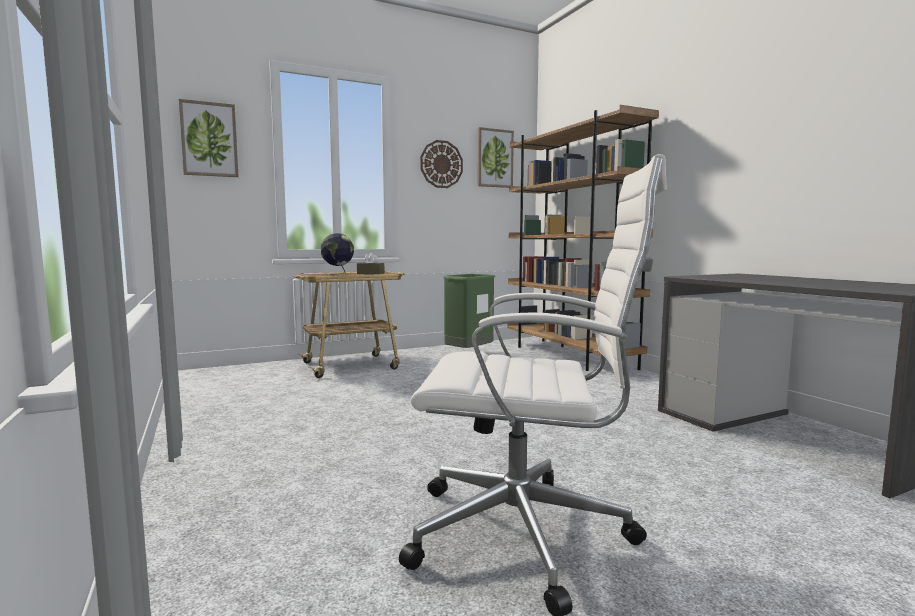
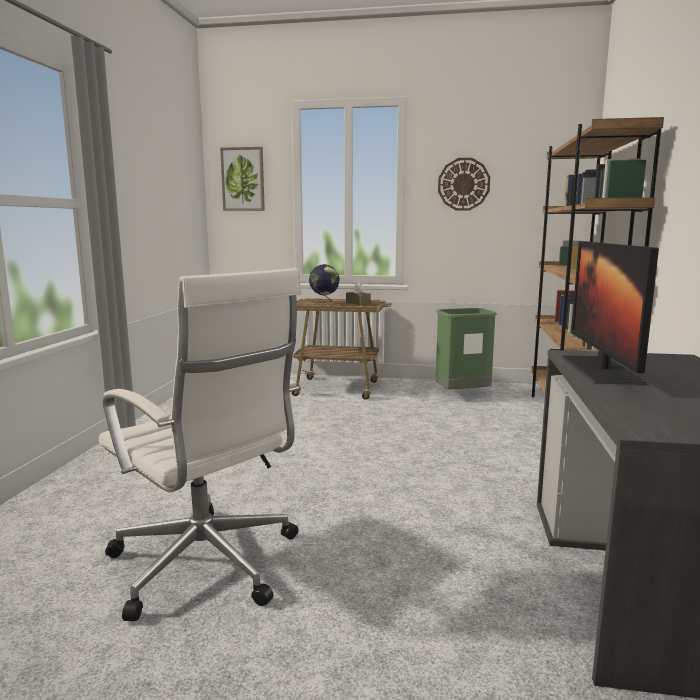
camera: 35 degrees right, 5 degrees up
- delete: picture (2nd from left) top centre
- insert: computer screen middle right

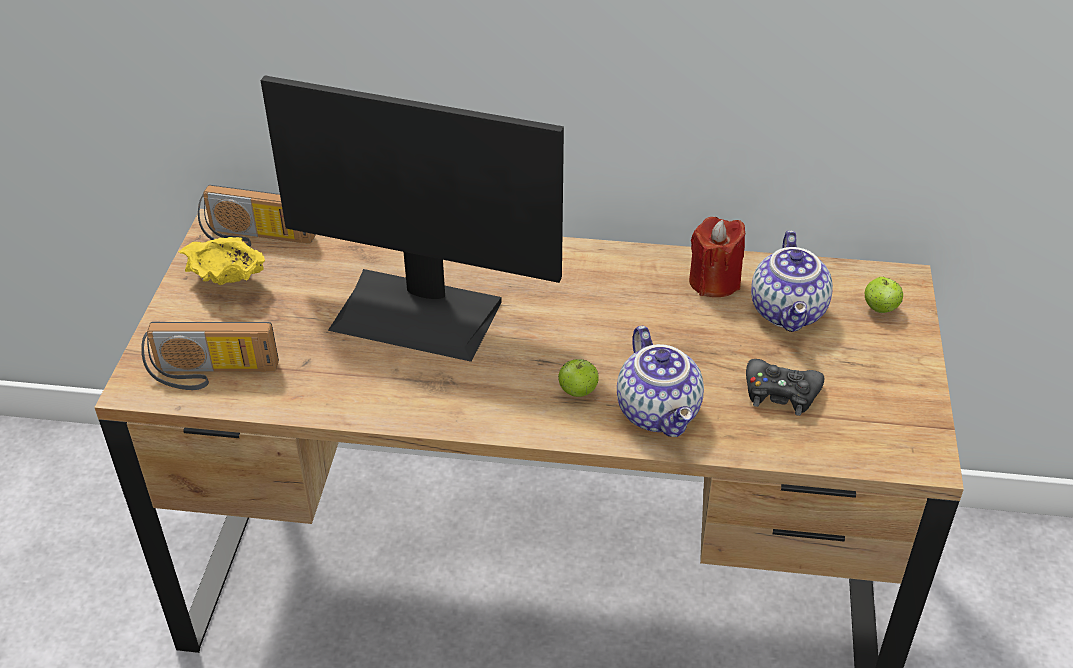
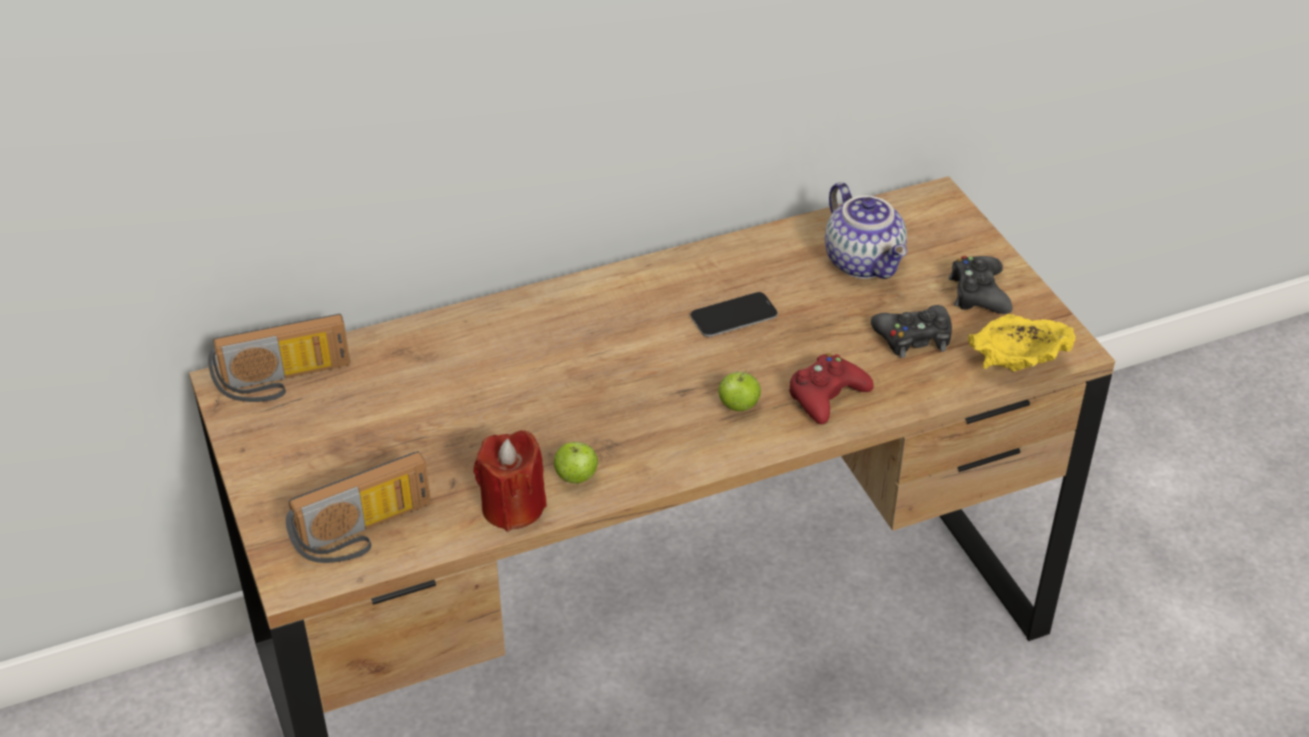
camera: 30 degrees left, 0 degrees up
- delete: computer screen top centre
- move: reddish wax candle middle right to centre
- move: yellow serving bowl middle left to middle right
- move: apple fruit (2nd from left in the first image) middle right to apple fruit (1st from left) centre
- replace: tea pot (1st from left) centre to reddish game controller centre
- insert: black game controller (2nd from left) middle right
- insert: phone centre

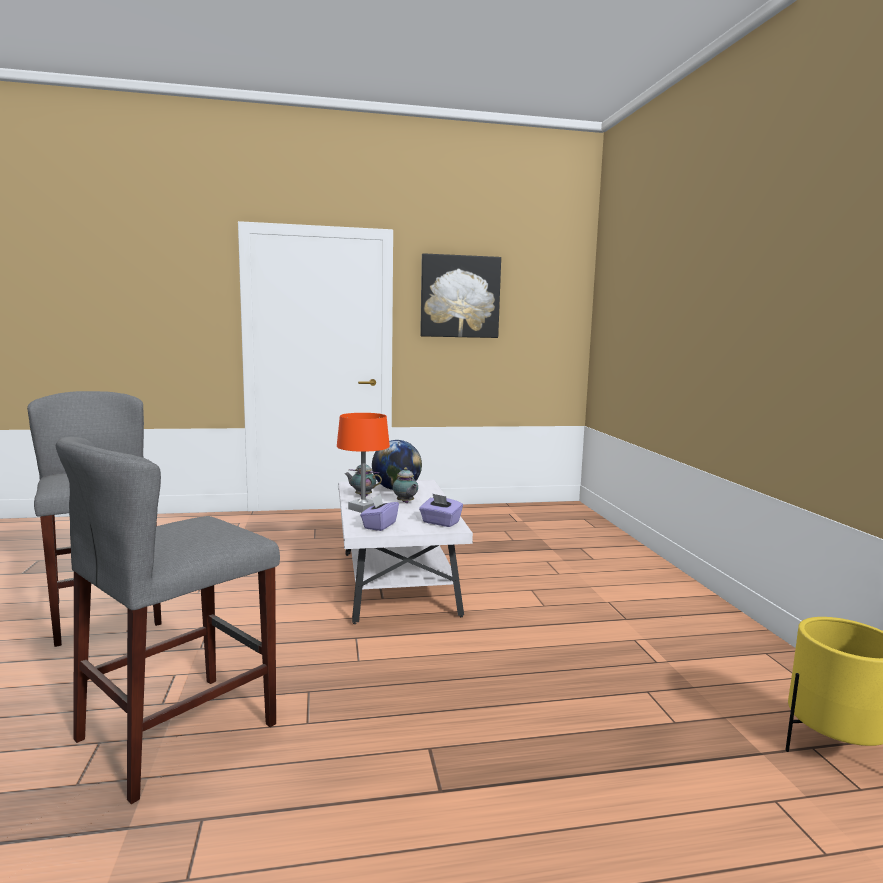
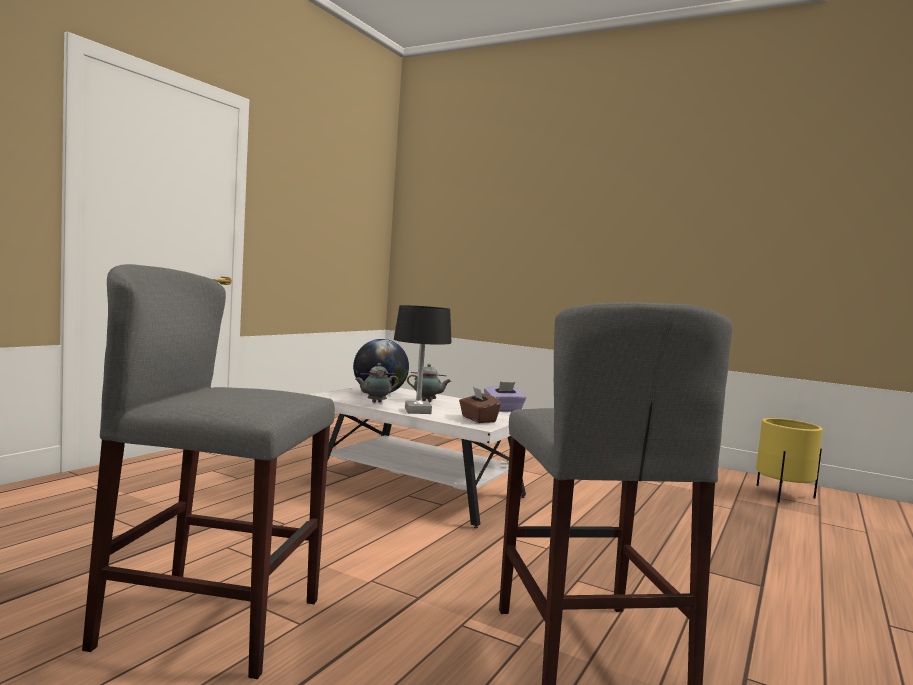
camera: 50 degrees left, 5 degrees down
- delete: picture centre
- recolor: orangey tabletop lamp centre to black tabletop lamp centre
- recolor: purple-coloured tissue holder (1st from left) centre to brown tissue holder centre

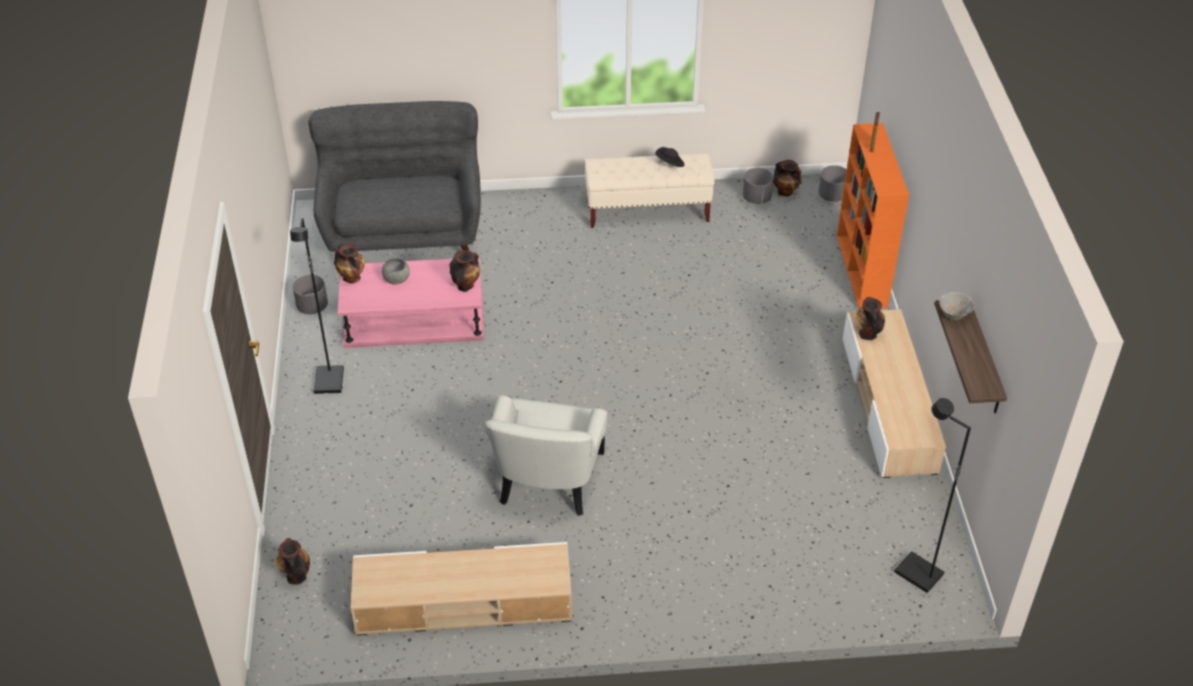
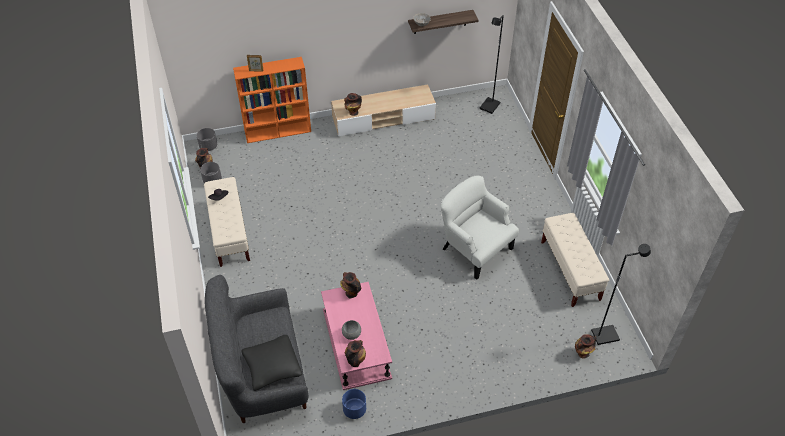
camera: 100 degrees left, 5 degrees up
- move: black standard lamp (1st from left in the first image) middle left to black standard lamp (2nd from left) bottom right
- recolor: grey plant pot (1st from left) middle left to blue plant pot bottom centre
- rotate: whitish armchair centre = centre 135 degrees counterclockwise
- replace: sand-coloured tv unit (1st from left) bottom centre to sand-coloured long seat (2nd from left) middle right
- insert: black cushion bottom centre

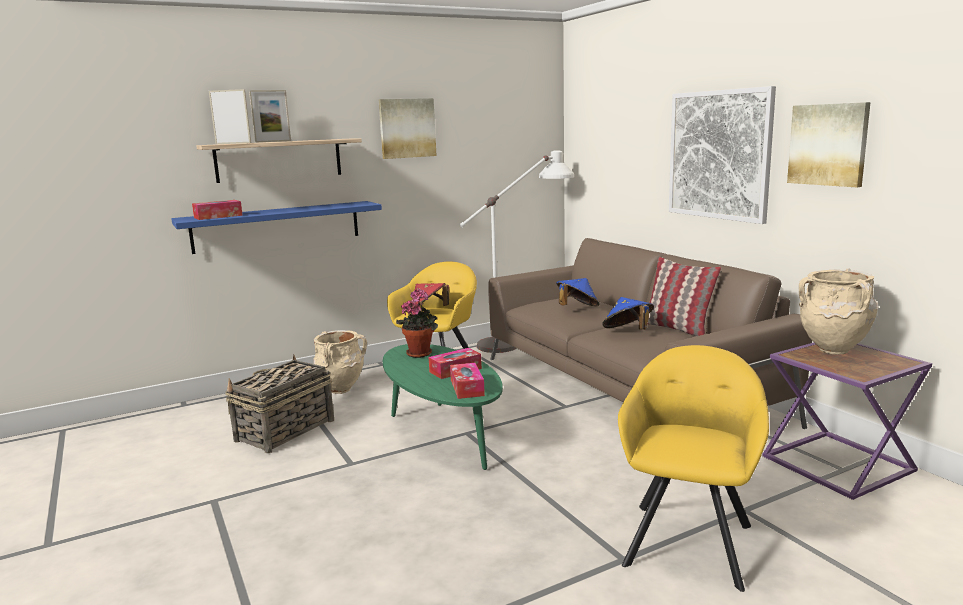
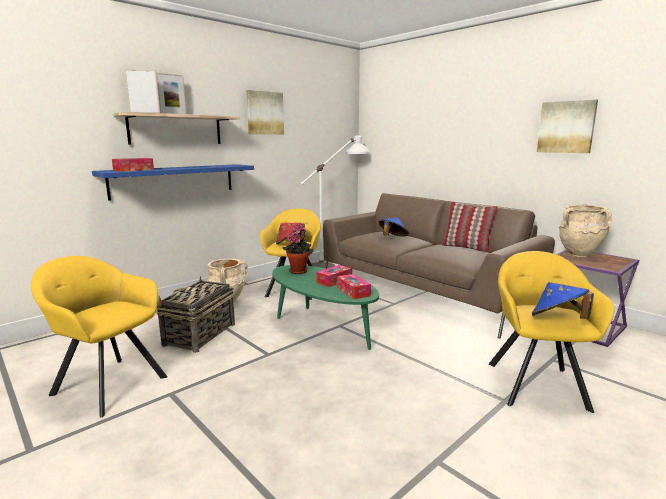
camera: 15 degrees left, 0 degrees up
- delete: picture (2nd from left) top right
- move: blue clothing hat (2nd from left) centre to middle right
- insert: yellow armchair (1st from left) bottom left

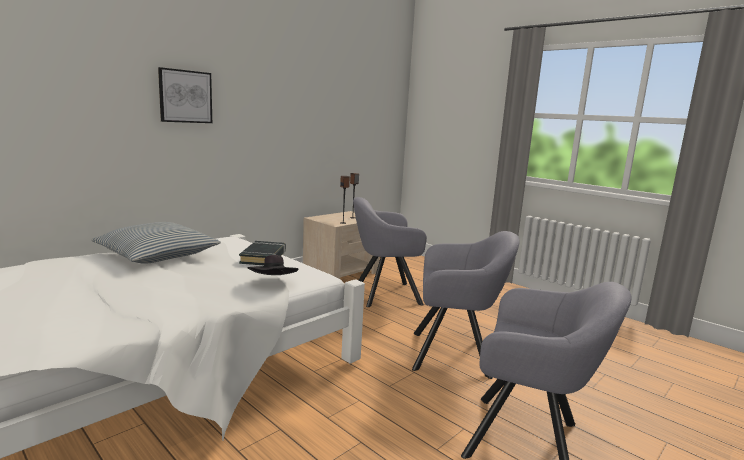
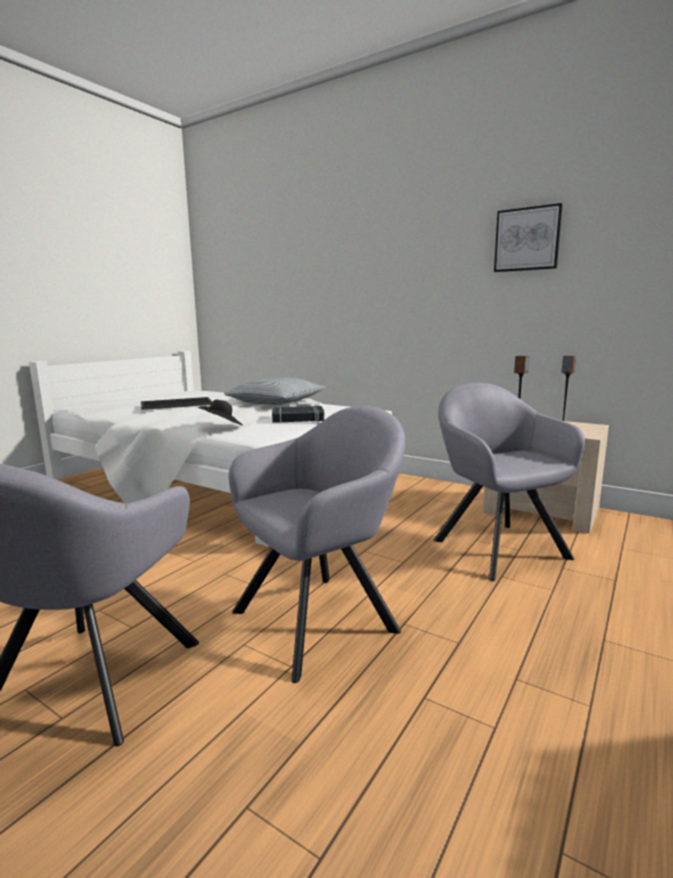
camera: 80 degrees right, 0 degrees up
- move: picture top left to top right
- rotate: grey armchair (2nd from left) centre = centre 120 degrees counterclockwise
- insert: serving tray middle left

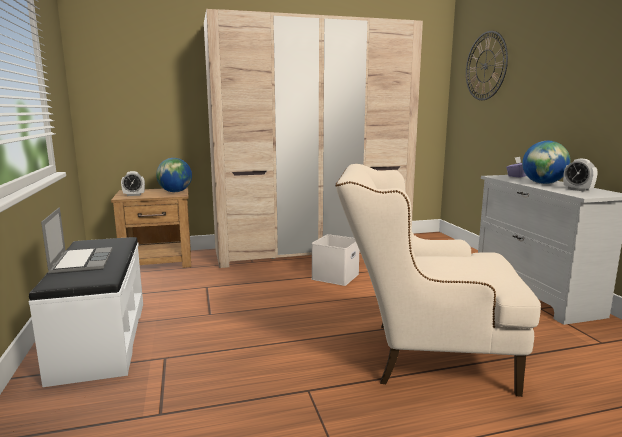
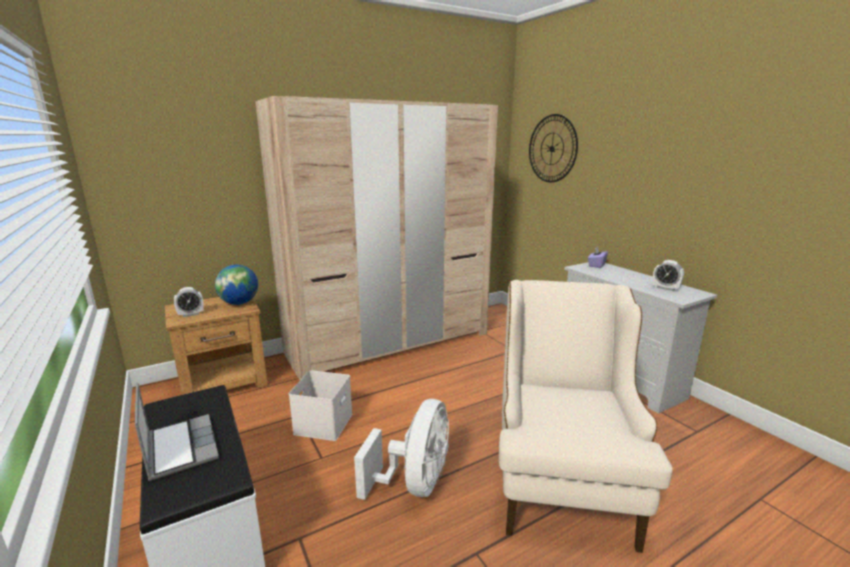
camera: 15 degrees left, 5 degrees up
- delete: desk globe (2nd from left) middle right
- rotate: sand-coloured armchair middle right = bottom right 105 degrees clockwise
- move: whitish storage container centre to bottom centre
- insert: whitish cooling fan bottom centre

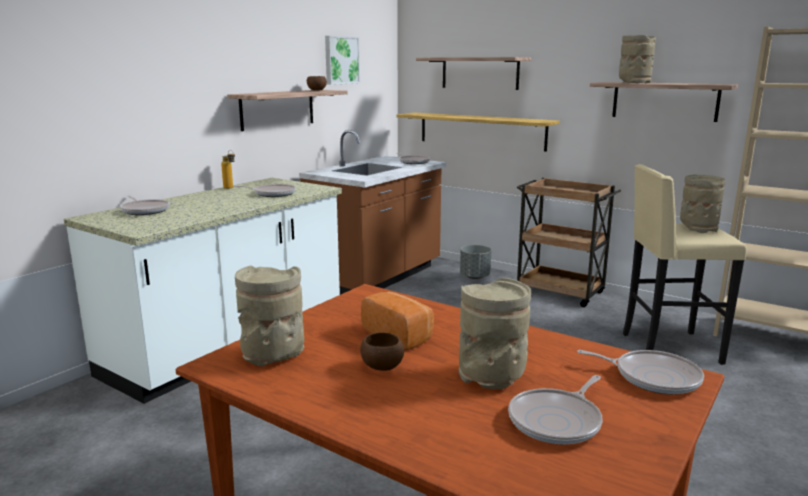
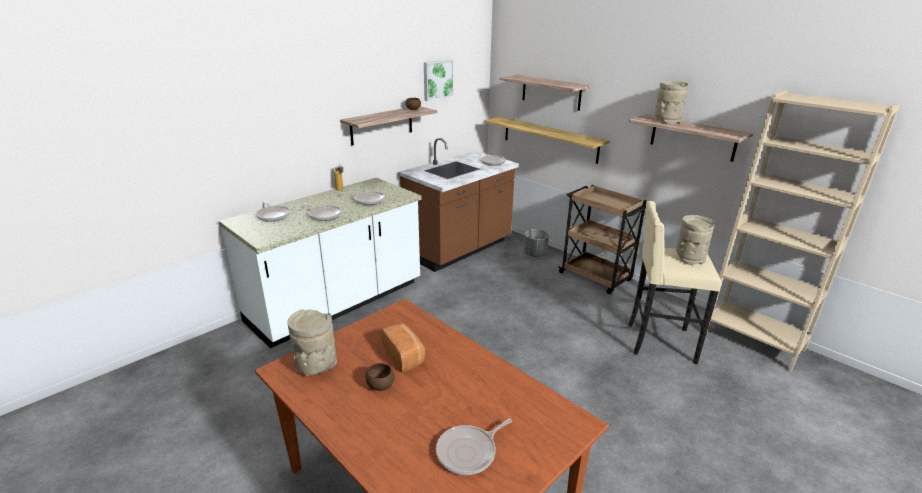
camera: 10 degrees right, 10 degrees up
- delete: sand-coloured flower vase (2nd from left) bottom centre
- move: skillet (5th from left in the first image) bottom right to skillet (2nd from left) centre

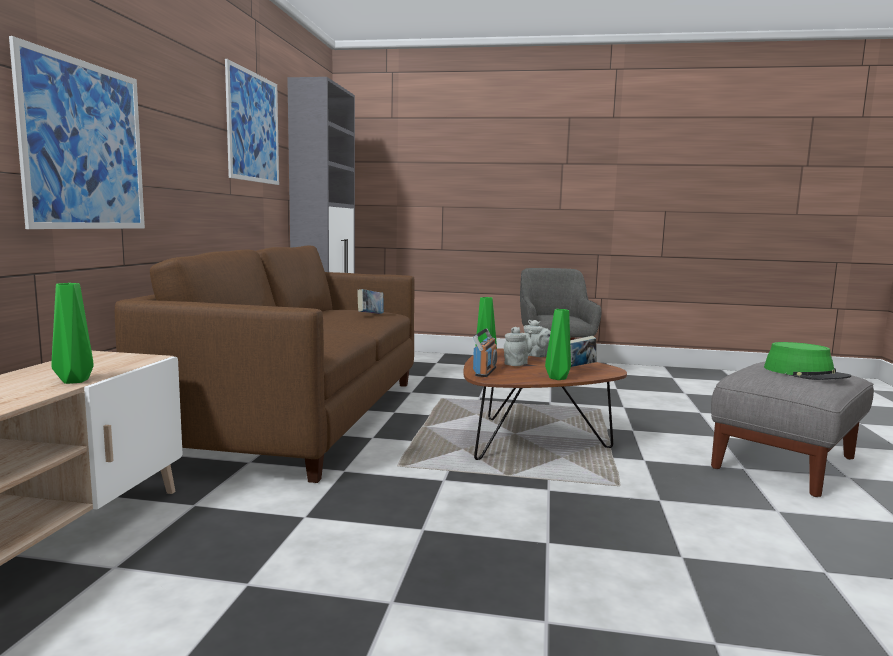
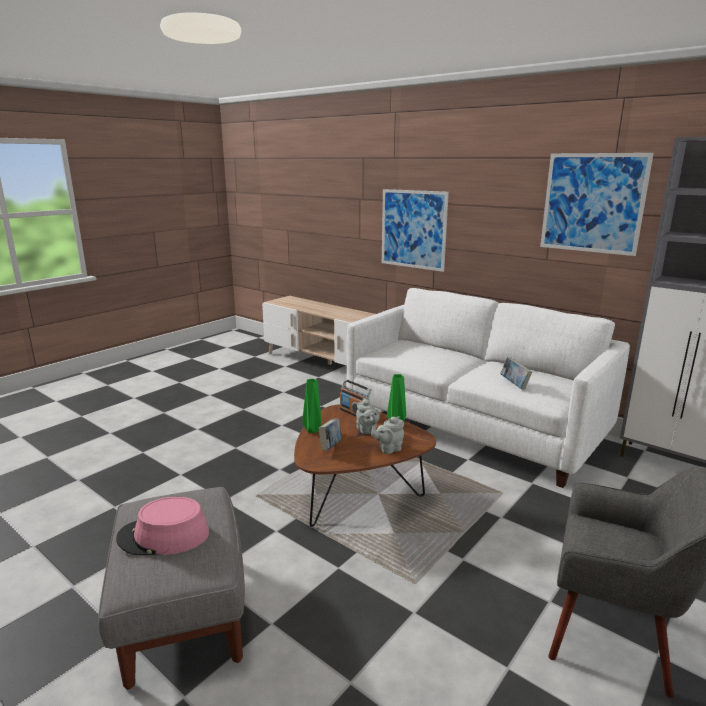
camera: 120 degrees right, 10 degrees up
- recolor: brown couch middle left to whitish couch middle right
- delete: green flower vase (1st from left) middle left
- recolor: green clothing hat middle right to pink-coloured clothing hat bottom left

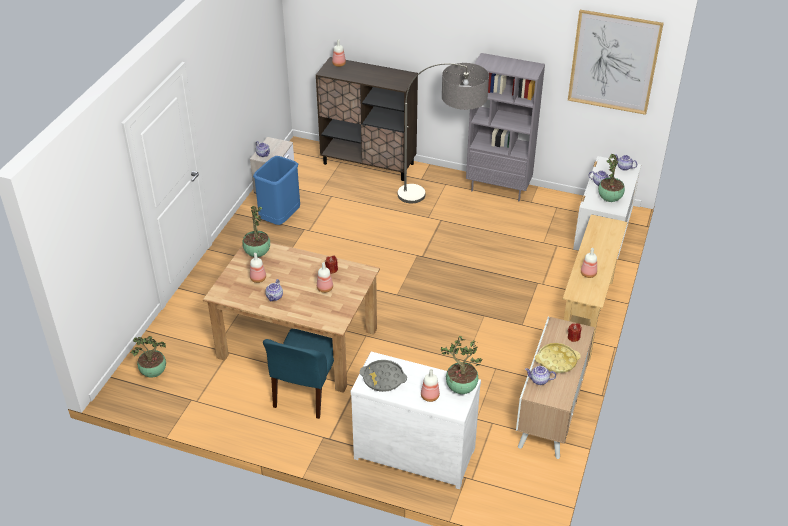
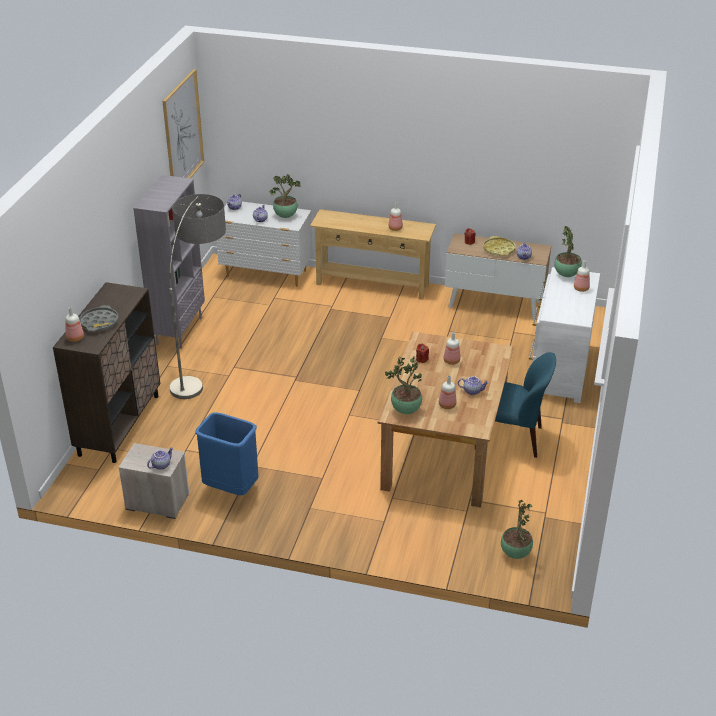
camera: 95 degrees left, 5 degrees down
- move: grey serving tray bottom centre to middle left

